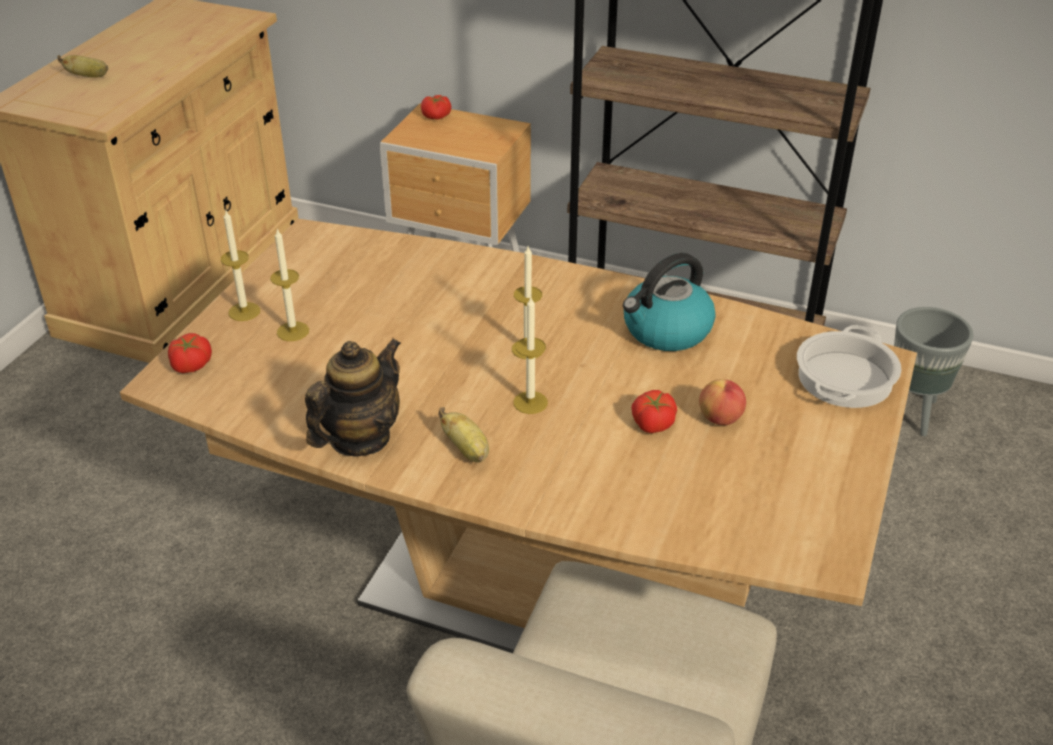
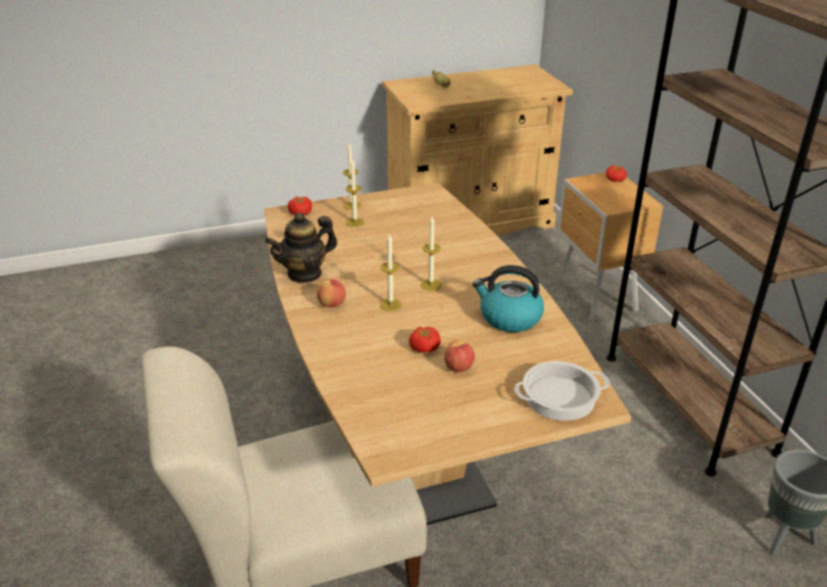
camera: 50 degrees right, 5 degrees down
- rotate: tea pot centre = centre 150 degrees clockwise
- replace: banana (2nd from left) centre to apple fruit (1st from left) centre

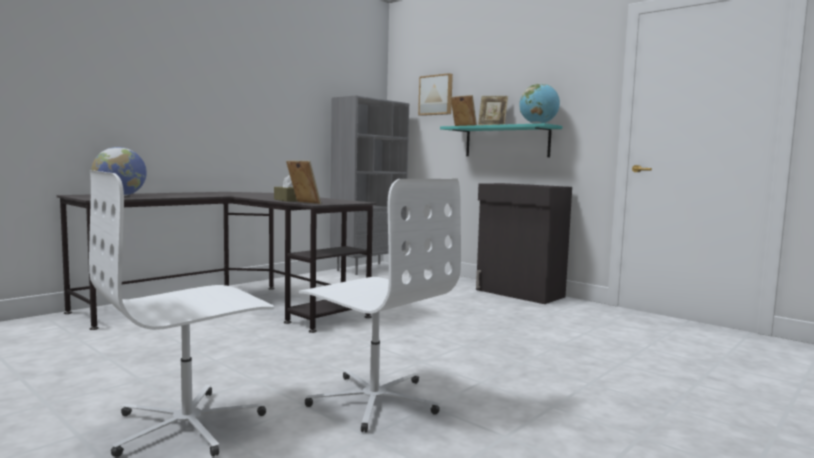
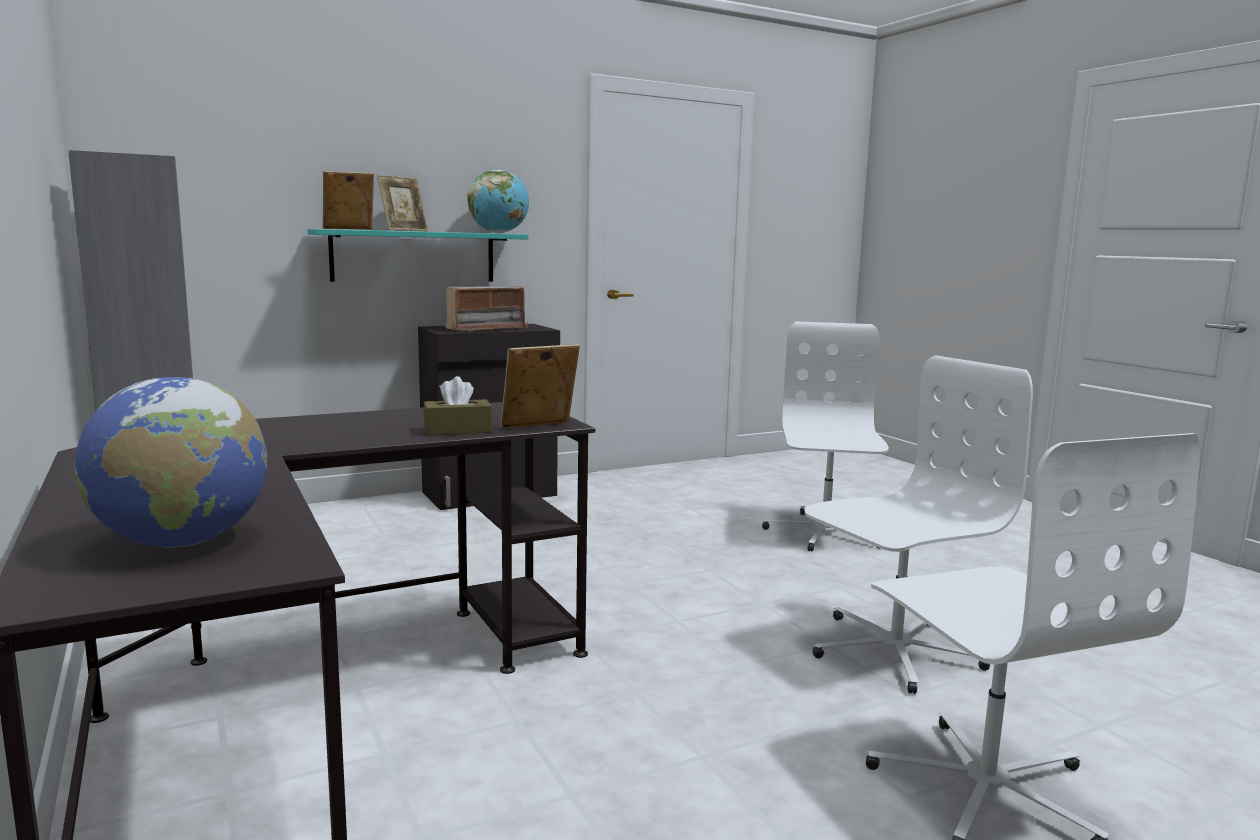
camera: 70 degrees left, 5 degrees up
- delete: picture top centre
- insert: radio receiver centre
- insert: whitish office chair (1st from left) centre

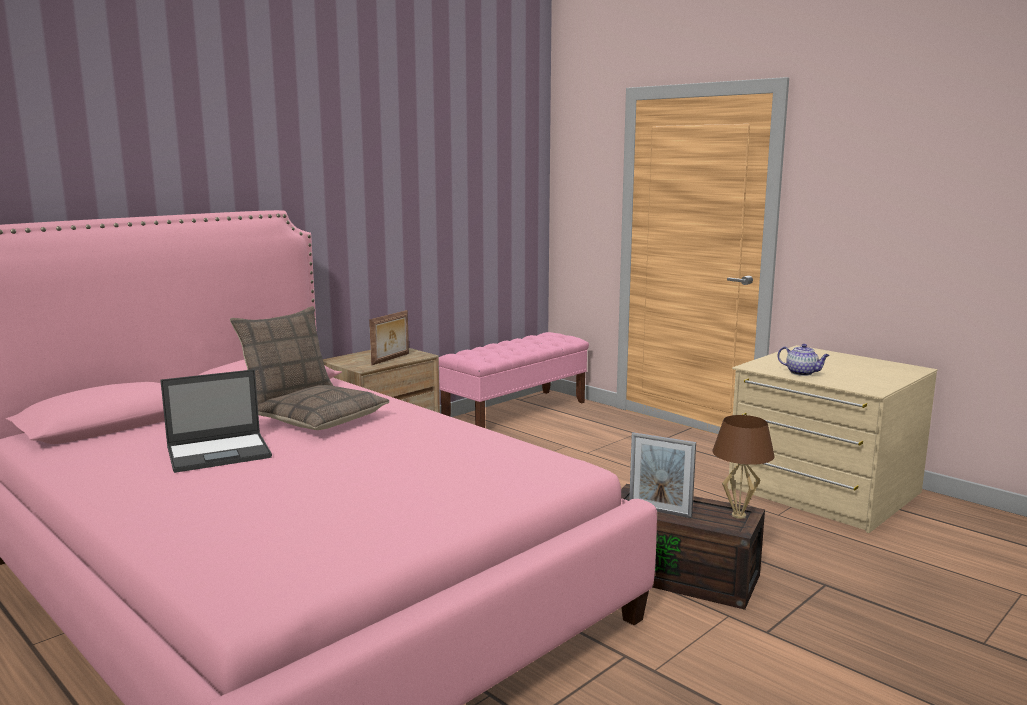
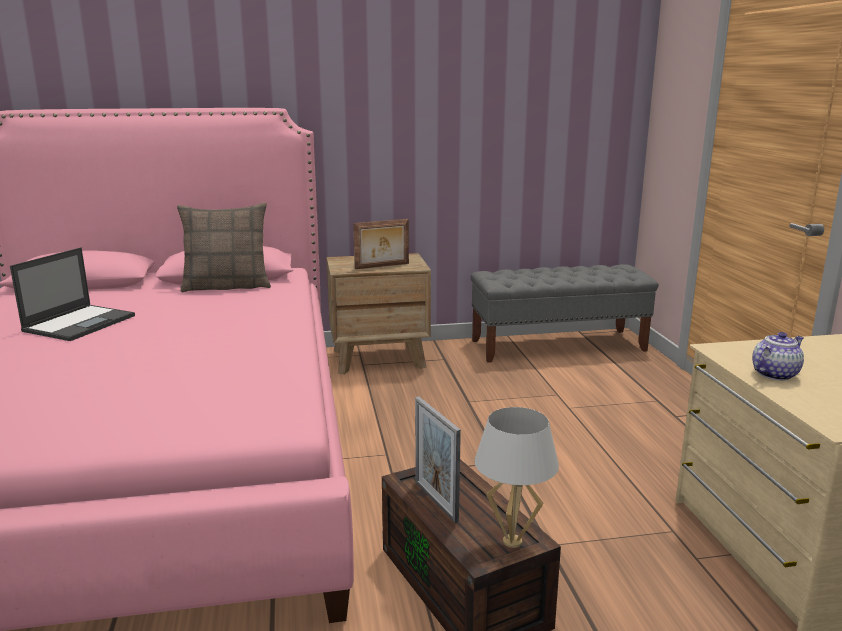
camera: 35 degrees right, 5 degrees up
- recolor: pink-coloured long seat centre to grey long seat middle right
- rotate: tea pot middle right = middle right 105 degrees counterclockwise
- rotate: laptop middle left = middle left 75 degrees counterclockwise
- delete: cushion (2nd from left) middle left
- recolor: brown tabletop lamp middle right to whitish tabletop lamp bottom centre

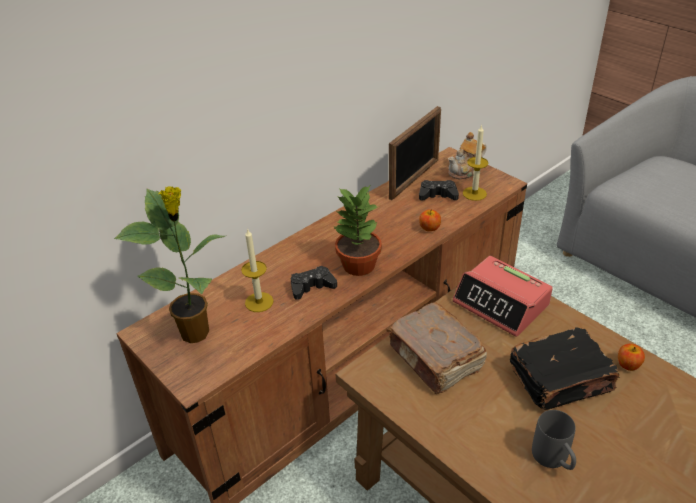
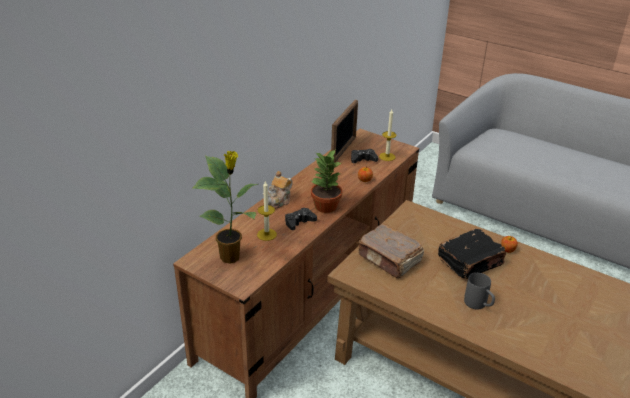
camera: 15 degrees left, 5 degrees down
- move: tea pot top right to centre
- delete: alarm clock middle right

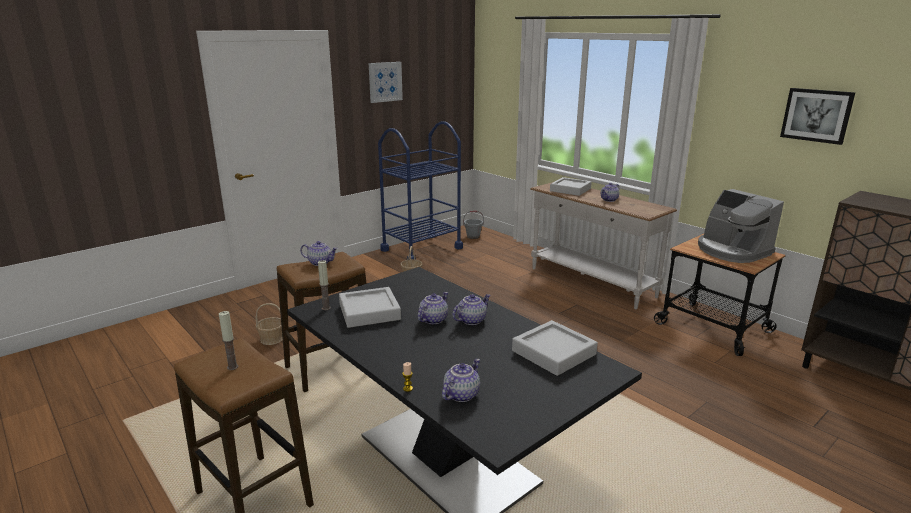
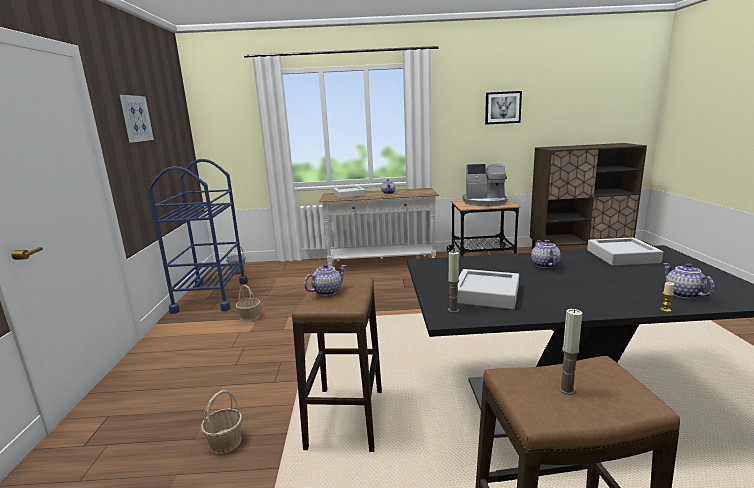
camera: 50 degrees left, 5 degrees down
- delete: tea pot (2nd from left) centre

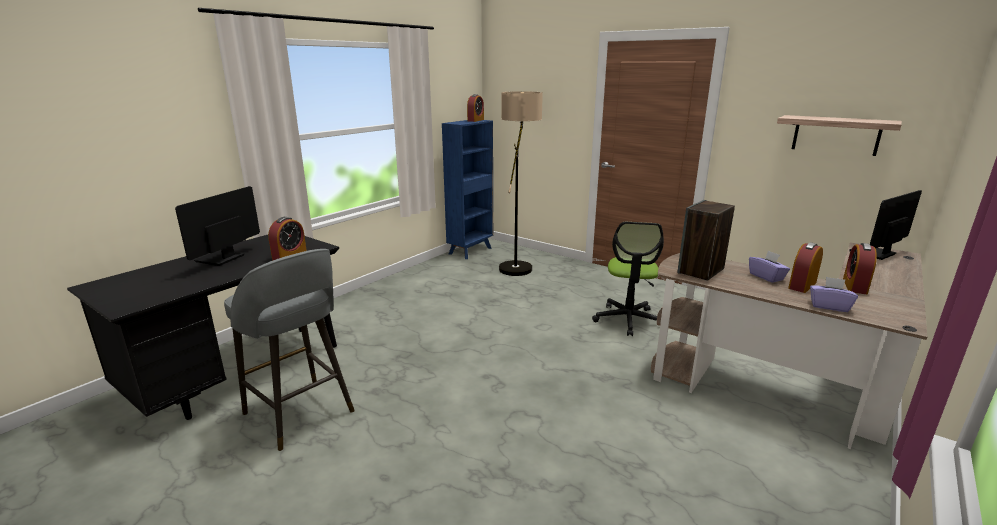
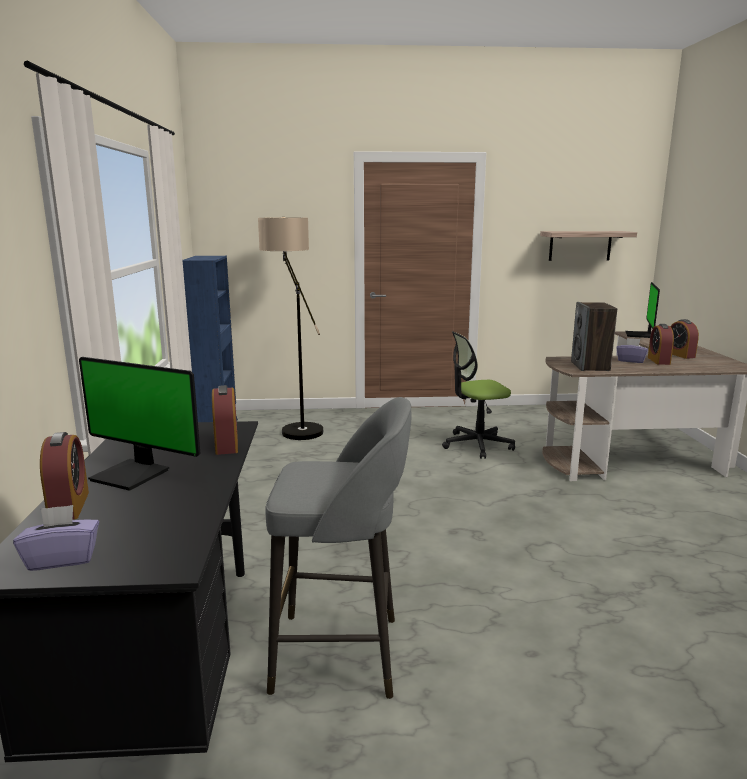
camera: 40 degrees left, 5 degrees down
- move: alarm clock (2nd from left in the first image) top centre to alarm clock (1st from left) middle left
- rotate: computer screen (1st from left) middle left = middle left 45 degrees counterclockwise
- rotate: office chair centre = centre 105 degrees clockwise
- move: purple-coloured tissue holder (2nd from left in the first image) middle right to purple-coloured tissue holder (1st from left) bottom left

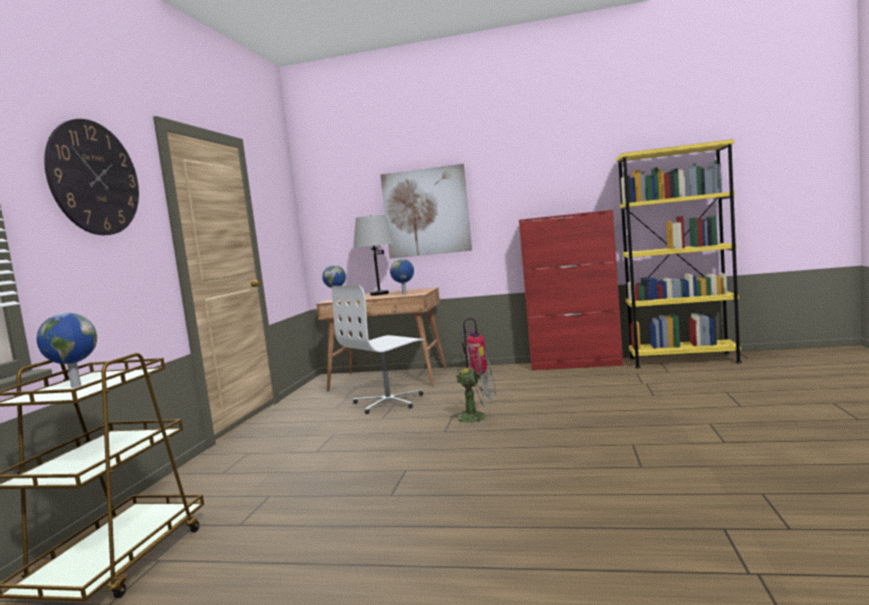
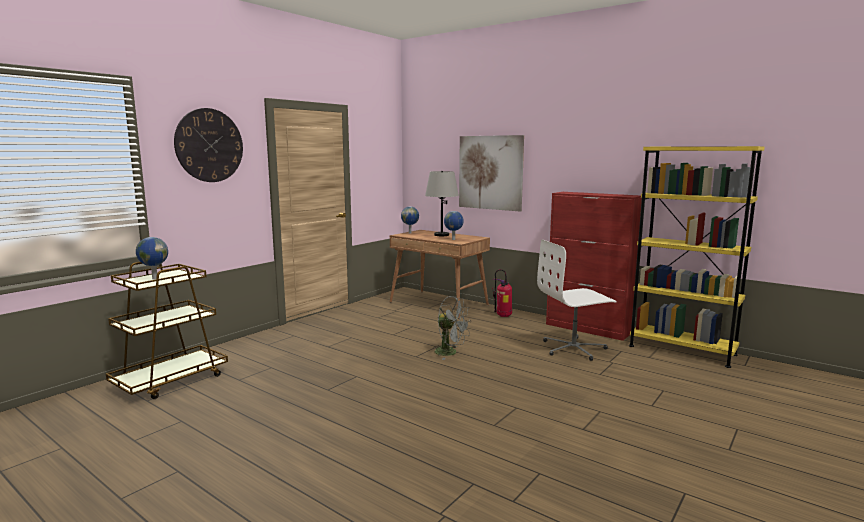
camera: 25 degrees right, 5 degrees up
- move: whitish office chair centre to middle right

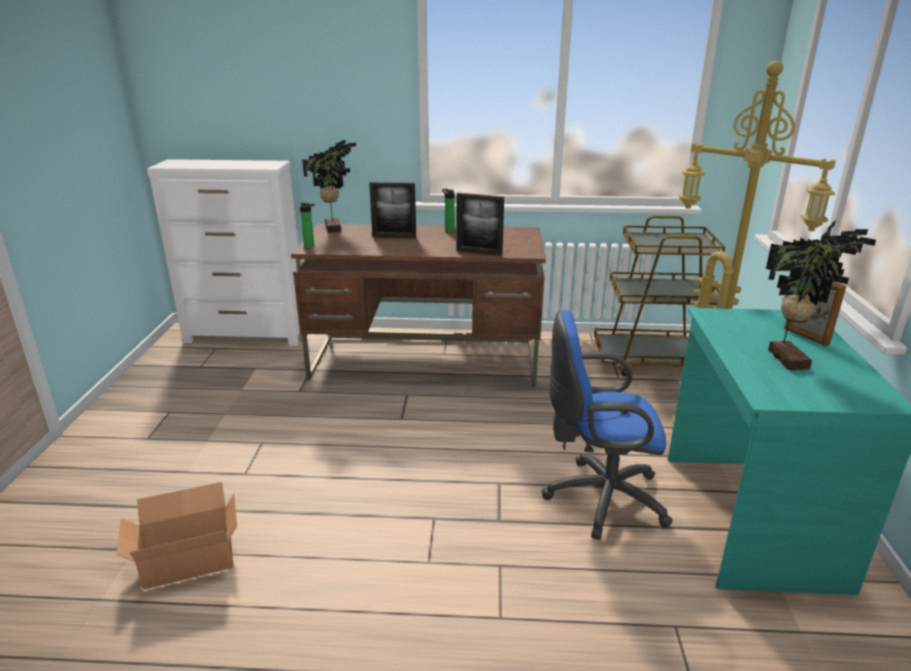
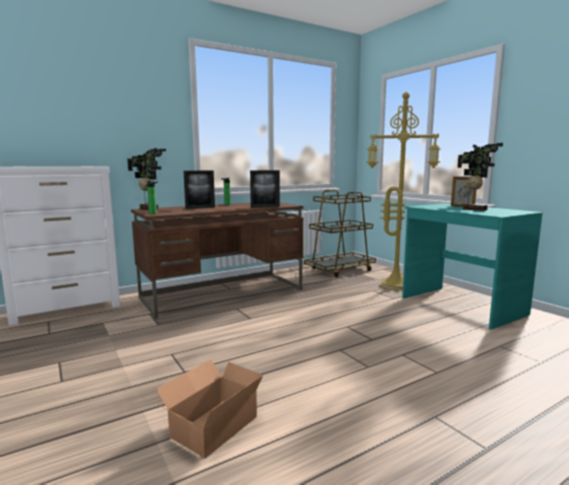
camera: 35 degrees left, 15 degrees down
- delete: blue office chair centre

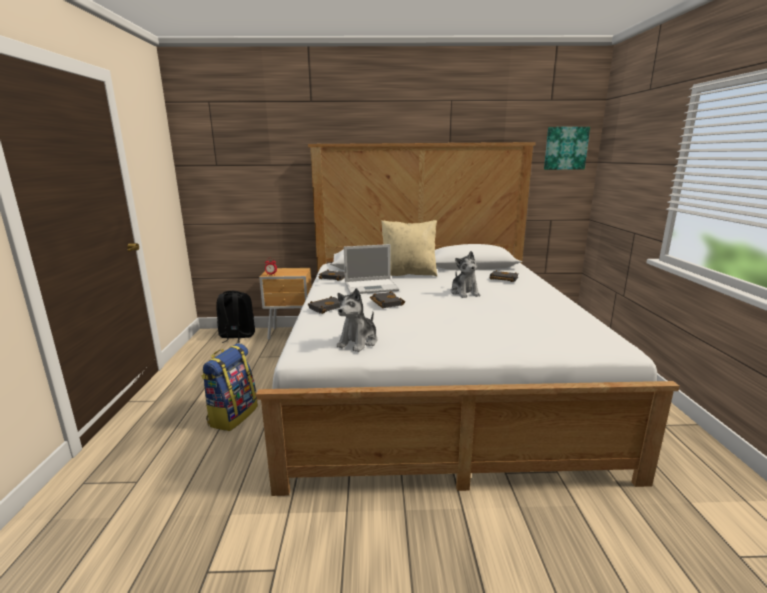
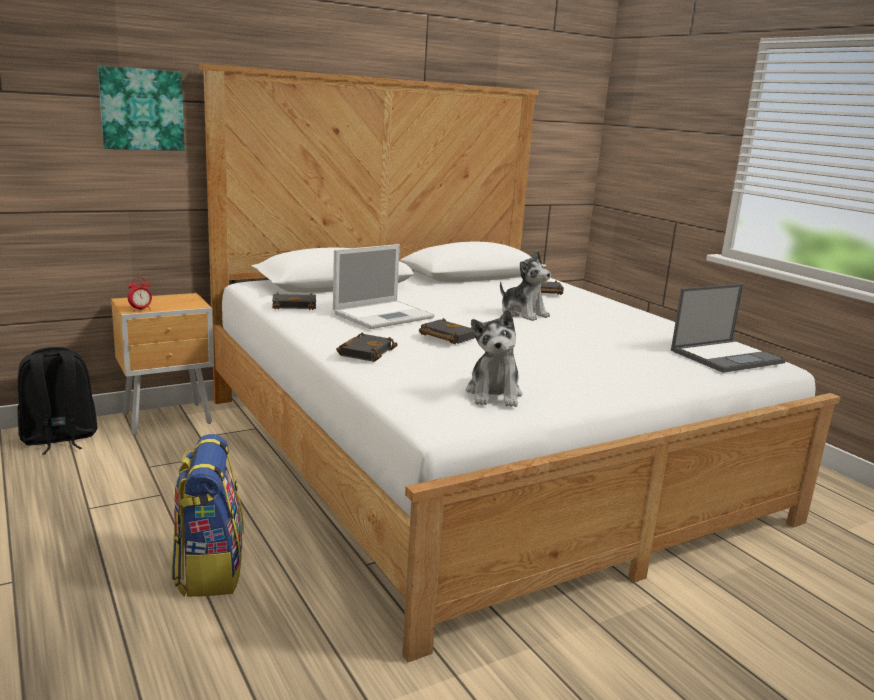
camera: 30 degrees left, 0 degrees up
- move: picture top right to top left
- delete: sand-coloured cushion centre
- insert: laptop (2nd from left) middle right

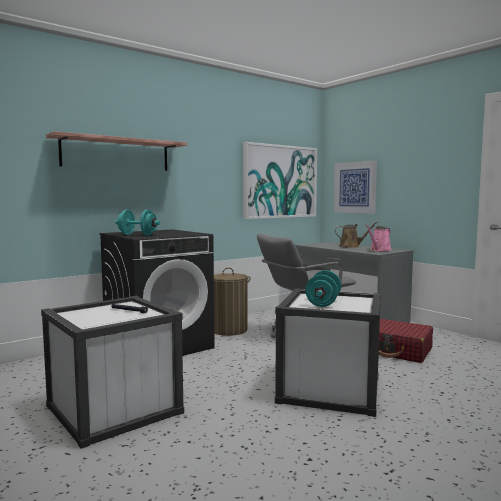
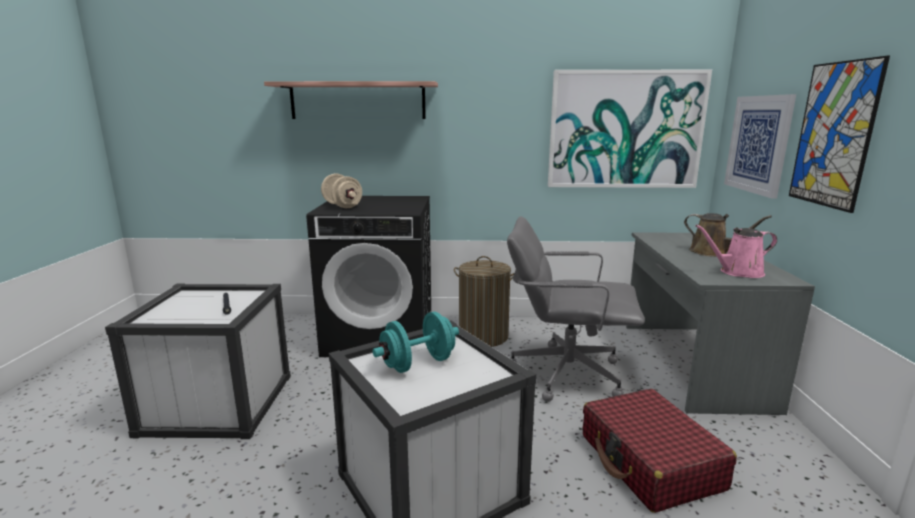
camera: 40 degrees right, 10 degrees up
- recolor: blue-green hand weight (1st from left) middle left to sand-coloured hand weight centre
- insert: picture (3rd from left) top right

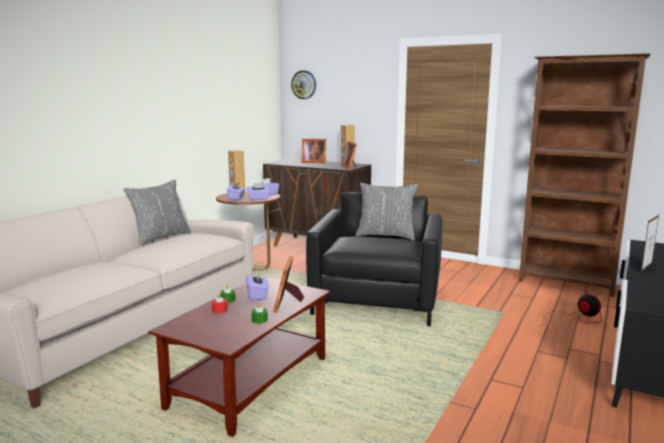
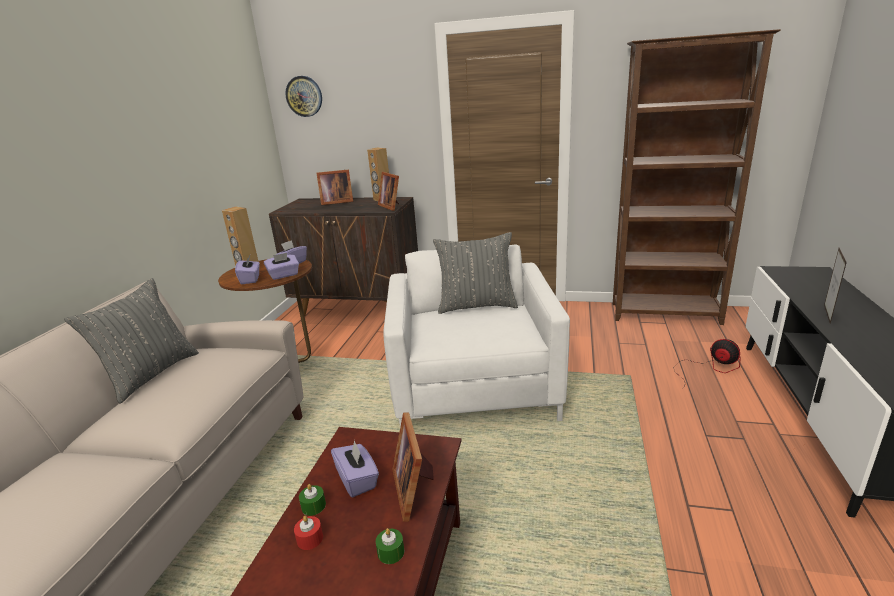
camera: 15 degrees left, 10 degrees up
- recolor: black armchair centre to whitish armchair centre

